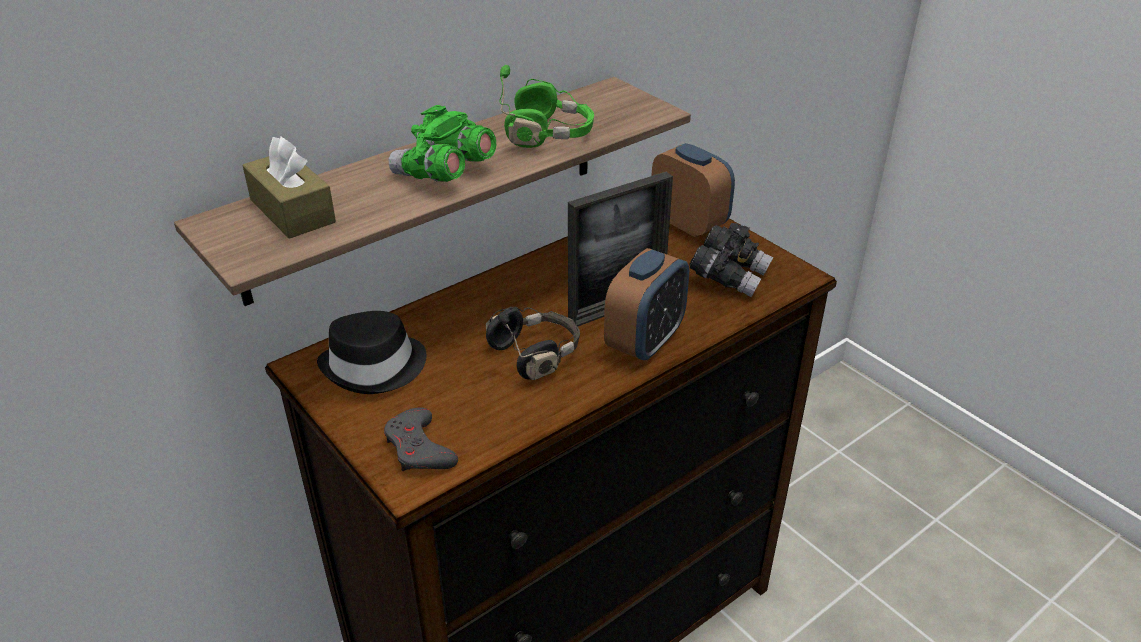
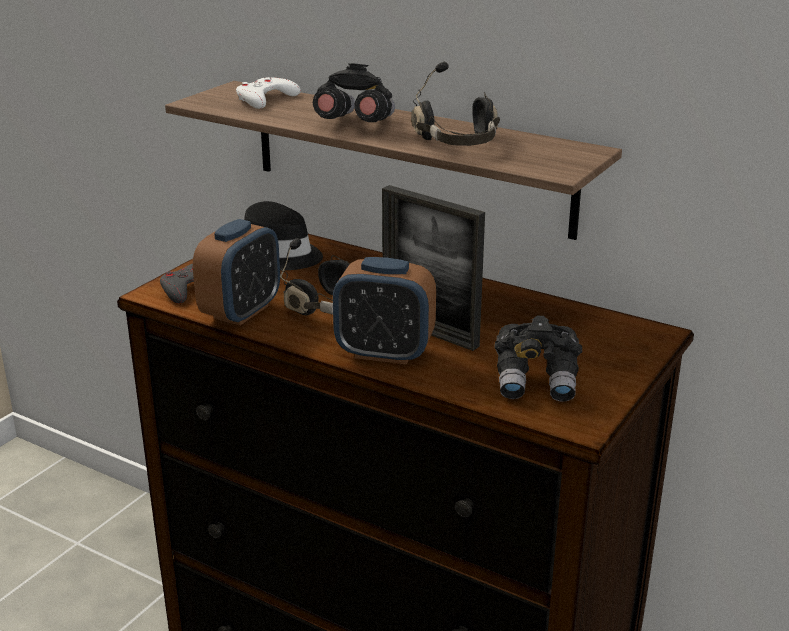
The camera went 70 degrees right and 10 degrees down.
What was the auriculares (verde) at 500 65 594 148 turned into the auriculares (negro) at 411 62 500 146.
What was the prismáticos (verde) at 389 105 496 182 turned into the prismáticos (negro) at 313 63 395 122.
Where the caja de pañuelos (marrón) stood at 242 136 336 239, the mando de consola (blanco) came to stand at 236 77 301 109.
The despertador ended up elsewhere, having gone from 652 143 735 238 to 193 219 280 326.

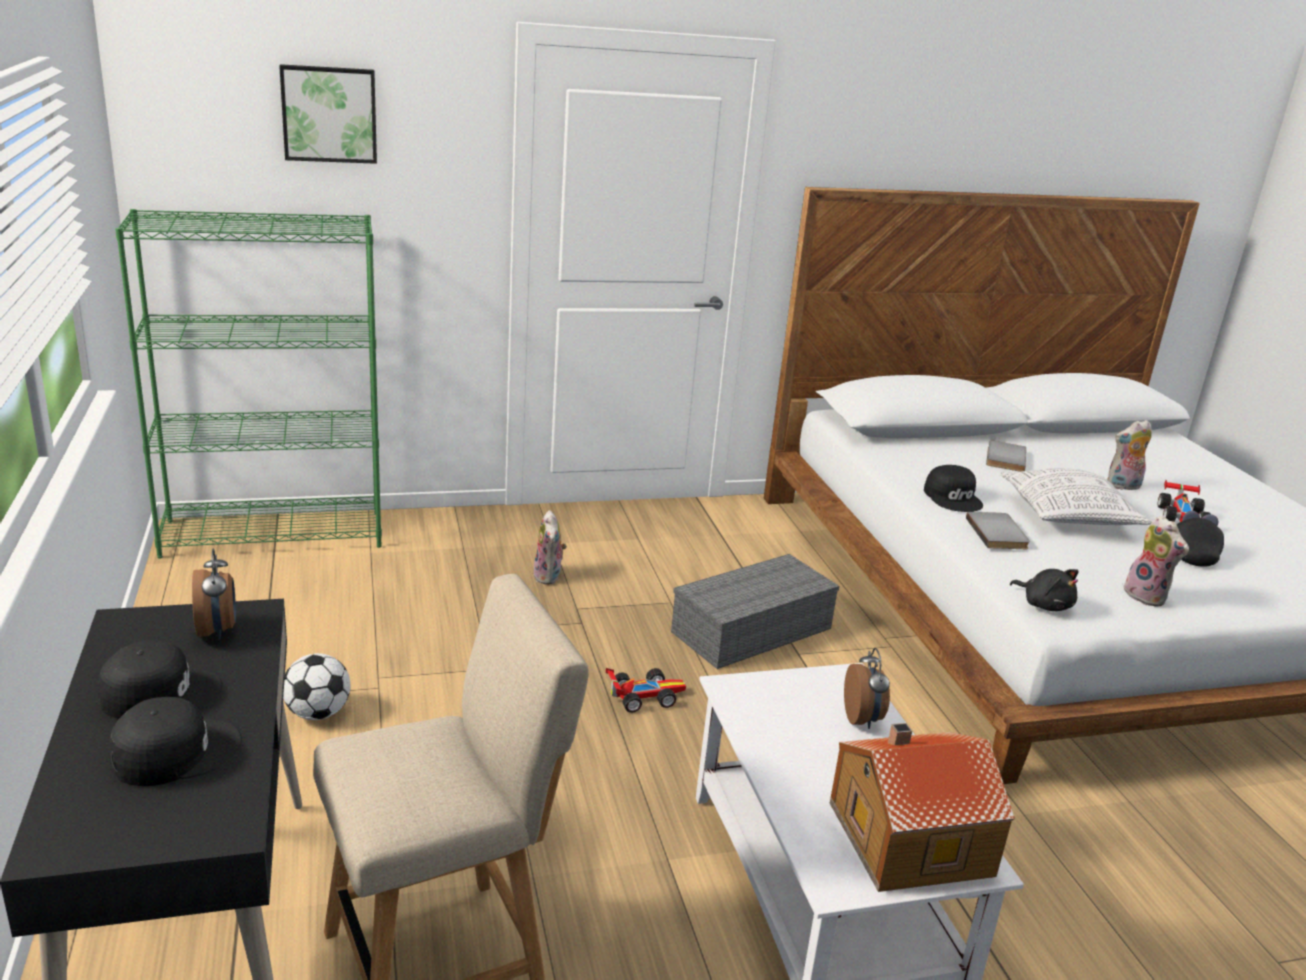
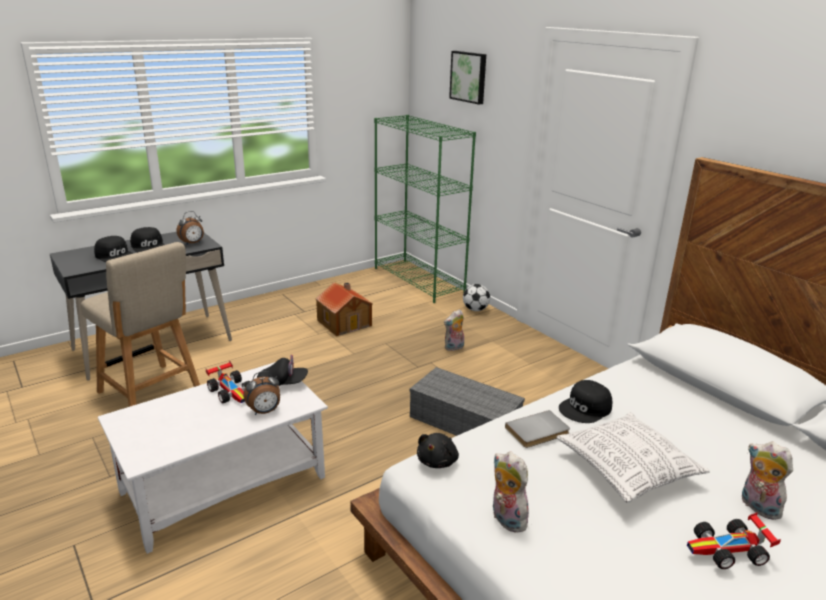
The camera went 70 degrees right and 0 degrees up.
The second view lost the libro (gris) at 986 440 1026 472.
The gorra (negro) ended up elsewhere, having gone from 1177 511 1224 567 to 257 355 308 386.
The peluche at 1124 515 1189 607 ended up facing another way, 105 degrees clockwise from before.
The balón de fútbol ended up elsewhere, having gone from 283 653 350 720 to 463 284 490 311.
The coche de juguete ended up elsewhere, having gone from 606 668 686 713 to 206 361 250 403.
The casita ended up elsewhere, having gone from 830 723 1015 892 to 316 282 373 336.

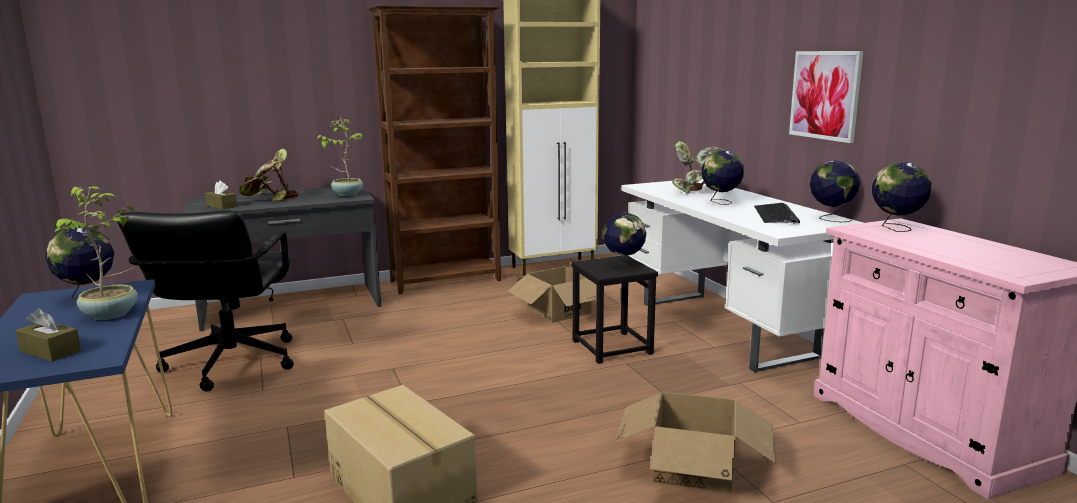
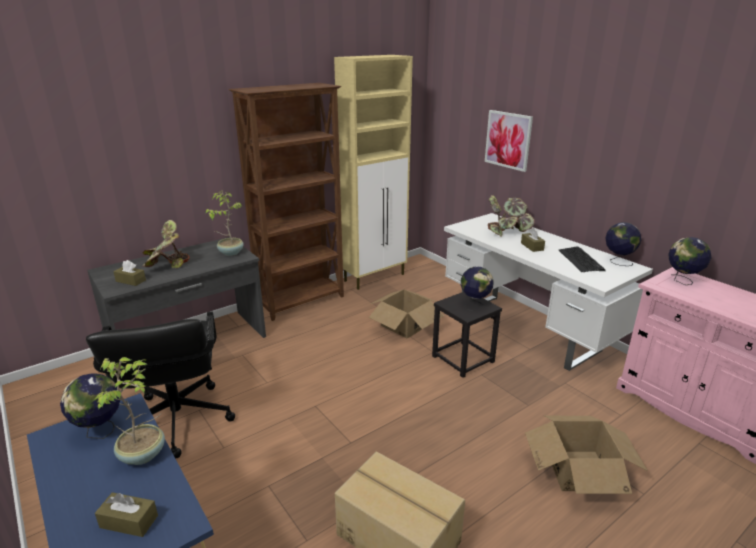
The camera went 15 degrees left and 10 degrees up.
The cuadro ended up elsewhere, having gone from 789 51 863 143 to 485 110 533 172.
Where the globo terráqueo stood at 702 150 744 205, the caja de pañuelos (marrón) came to stand at 521 228 545 252.

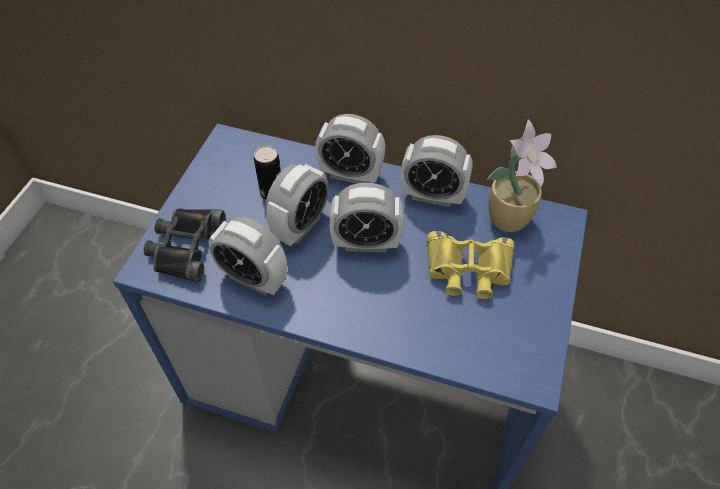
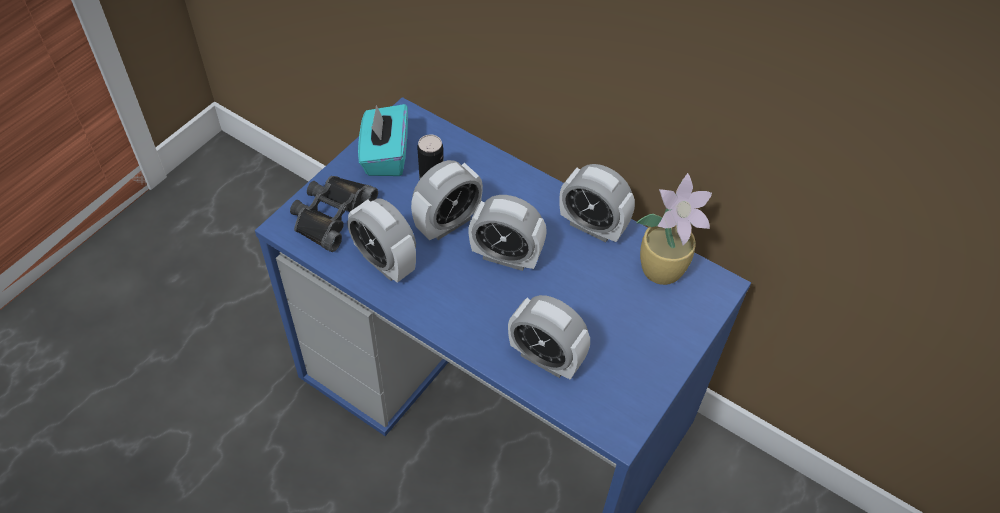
The camera went 15 degrees right and 0 degrees up.
The despertador ended up elsewhere, having gone from 315 114 385 183 to 508 295 590 380.
The second view lost the prismáticos (amarillo) at 427 231 514 299.
The second view gained the caja de pañuelos (turquesa) at 358 104 408 176.

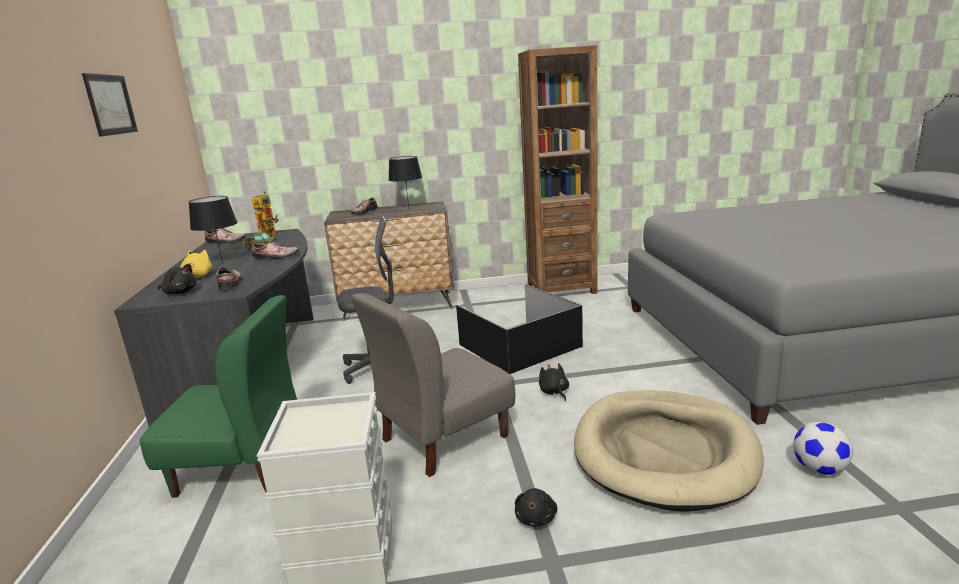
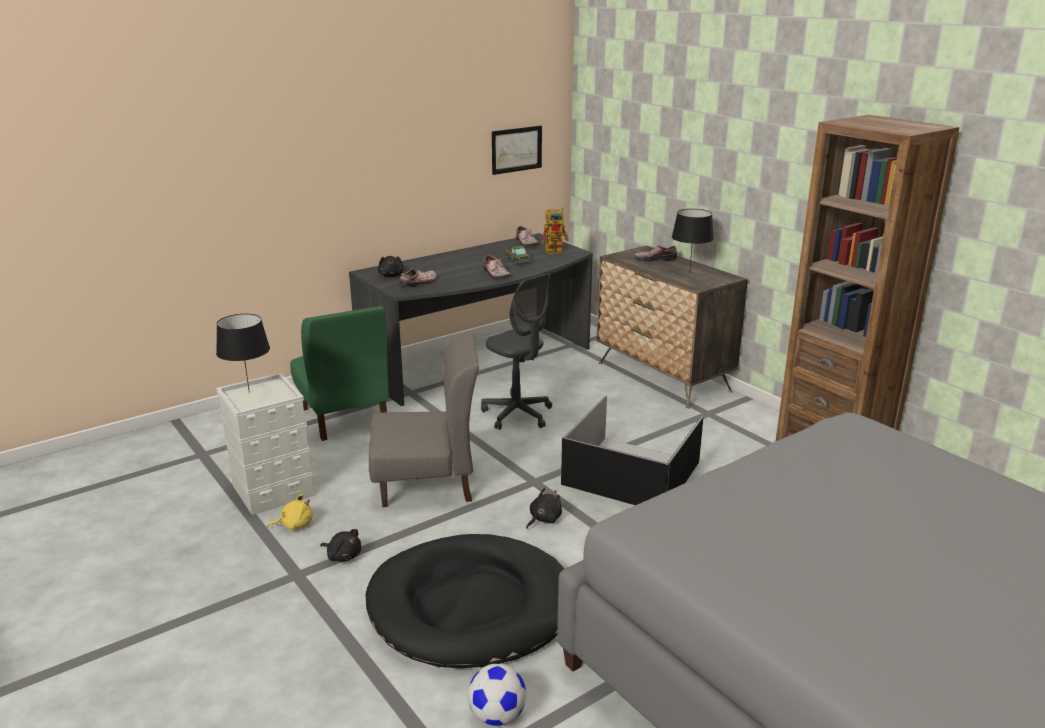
The camera went 60 degrees right and 5 degrees up.
The cuadro ended up elsewhere, having gone from 82 73 138 137 to 492 126 542 175.
The lámpara de mesa (negro) ended up elsewhere, having gone from 189 196 237 264 to 216 314 270 393.
The peluche (amarillo) ended up elsewhere, having gone from 180 250 212 278 to 267 494 313 530.
The silla (gris) at 351 293 515 477 ended up facing another way, 150 degrees clockwise from before.
What was the cama para perro (beis) at 574 390 764 512 turned into the cama para perro (negro) at 365 534 564 668.
The peluche (negro) at 515 488 557 526 ended up facing another way, 135 degrees counterclockwise from before.

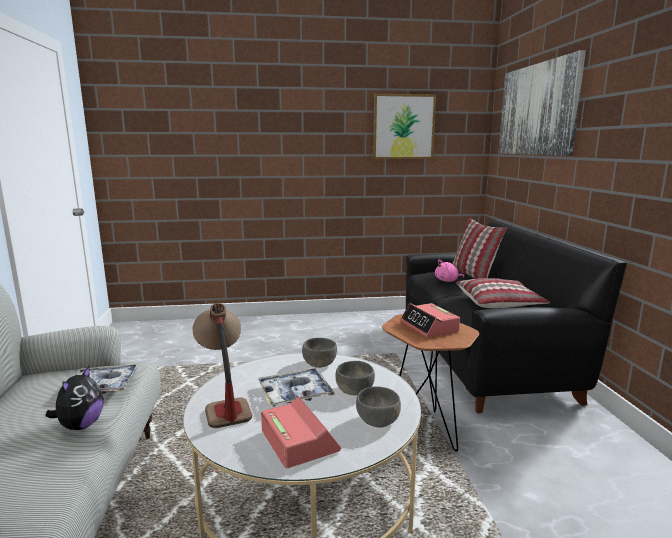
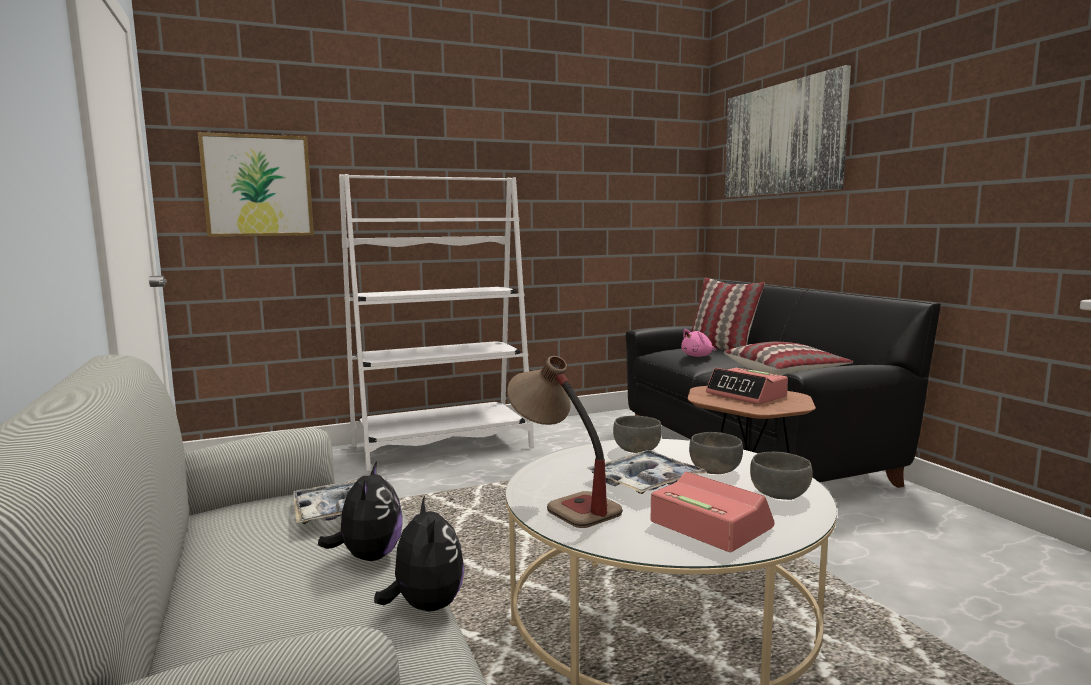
The camera went 15 degrees left and 5 degrees down.
The cuadro ended up elsewhere, having gone from 373 94 436 159 to 198 132 314 237.
The second view gained the estantería (blanco) at 339 174 534 472.
The second view gained the peluche at 374 496 464 611.

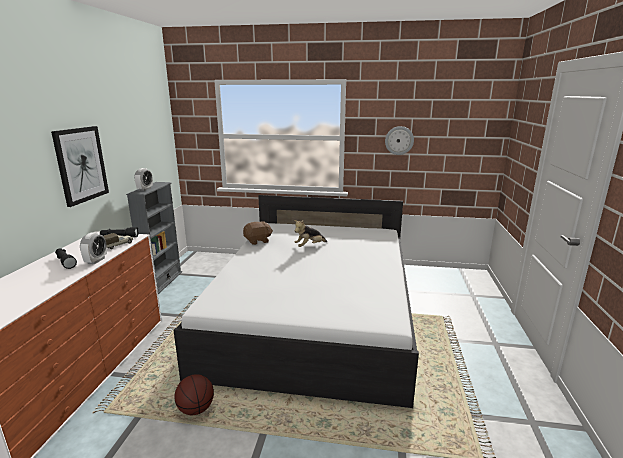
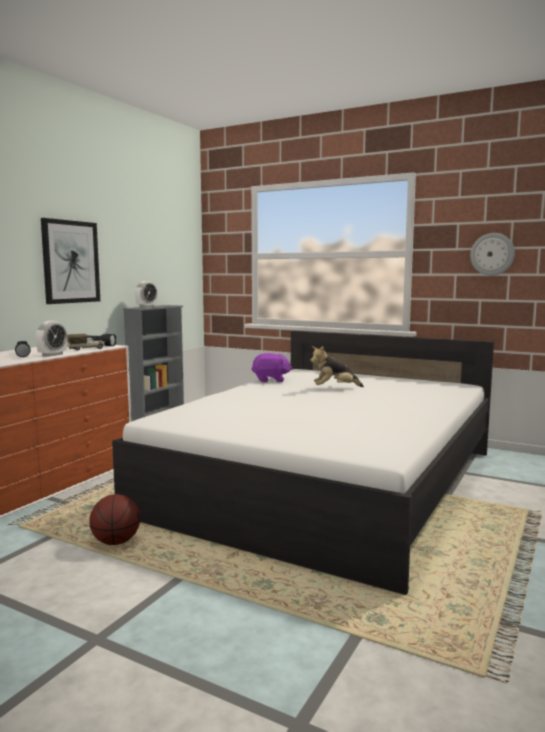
The camera went 20 degrees right and 10 degrees down.
What was the peluche (marrón) at 243 221 273 245 turned into the peluche (morado) at 251 353 292 382.

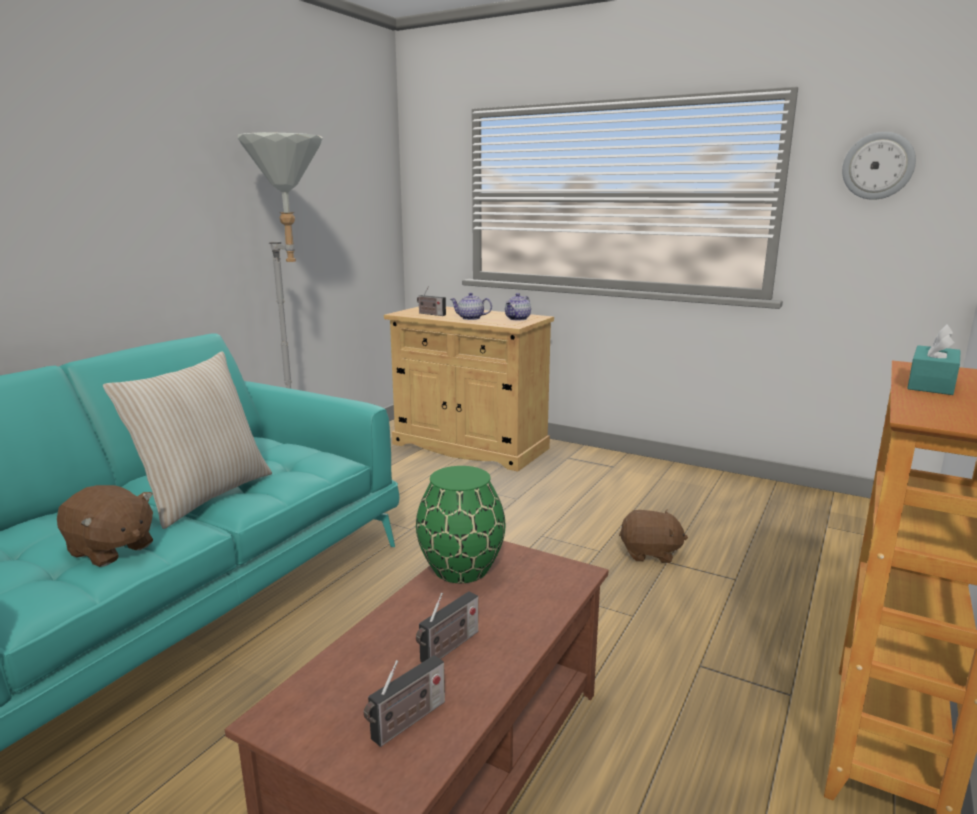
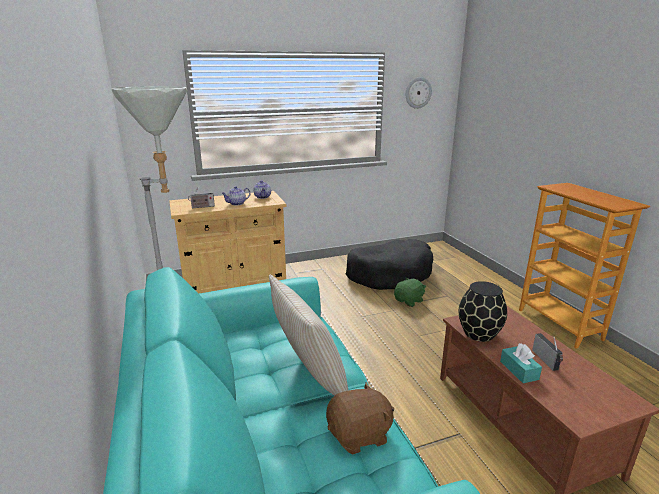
The camera went 50 degrees left and 5 degrees up.
The caja de pañuelos (turquesa) ended up elsewhere, having gone from 907 324 960 395 to 500 343 542 383.
What was the florero (verde) at 416 466 506 583 turned into the florero (negro) at 459 281 507 342.
What was the peluche (marrón) at 619 510 688 563 turned into the peluche (verde) at 394 278 426 307.
The second view lost the radio at 363 655 445 747.
The second view gained the cama para perro (negro) at 346 239 433 290.

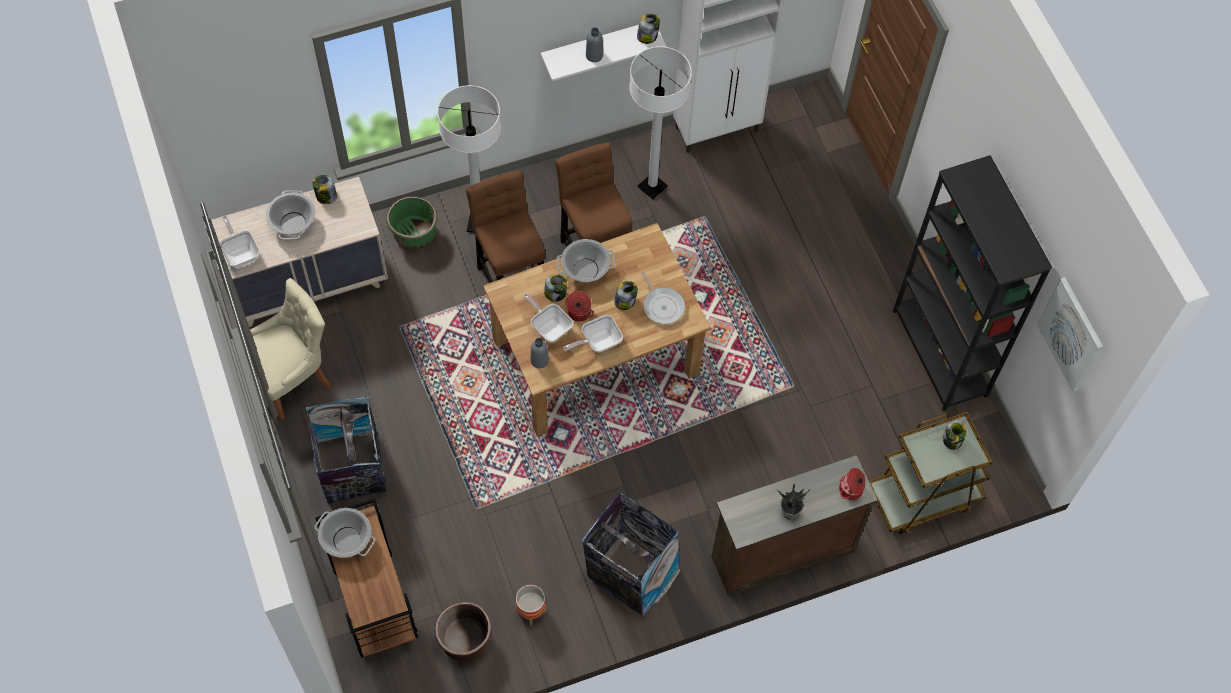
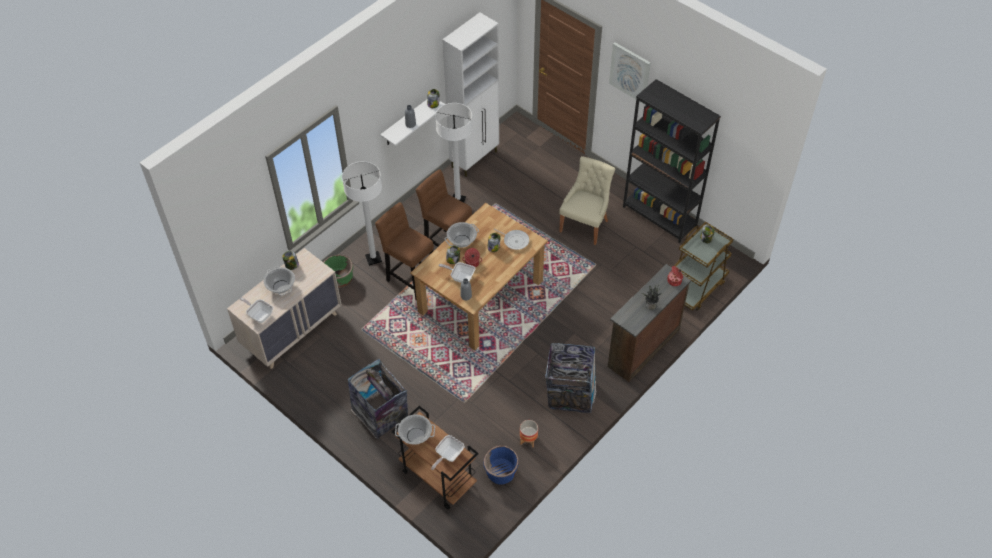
The camera went 25 degrees left and 10 degrees down.
The cuadro ended up elsewhere, having gone from 1037 277 1103 392 to 609 42 651 104.
The silla (beis) ended up elsewhere, having gone from 250 278 331 420 to 559 156 616 245.
The sartén ended up elsewhere, having gone from 563 315 623 353 to 431 435 464 470.
What was the maceta (marrón) at 435 602 491 661 turned into the maceta (azul) at 483 445 519 484.

